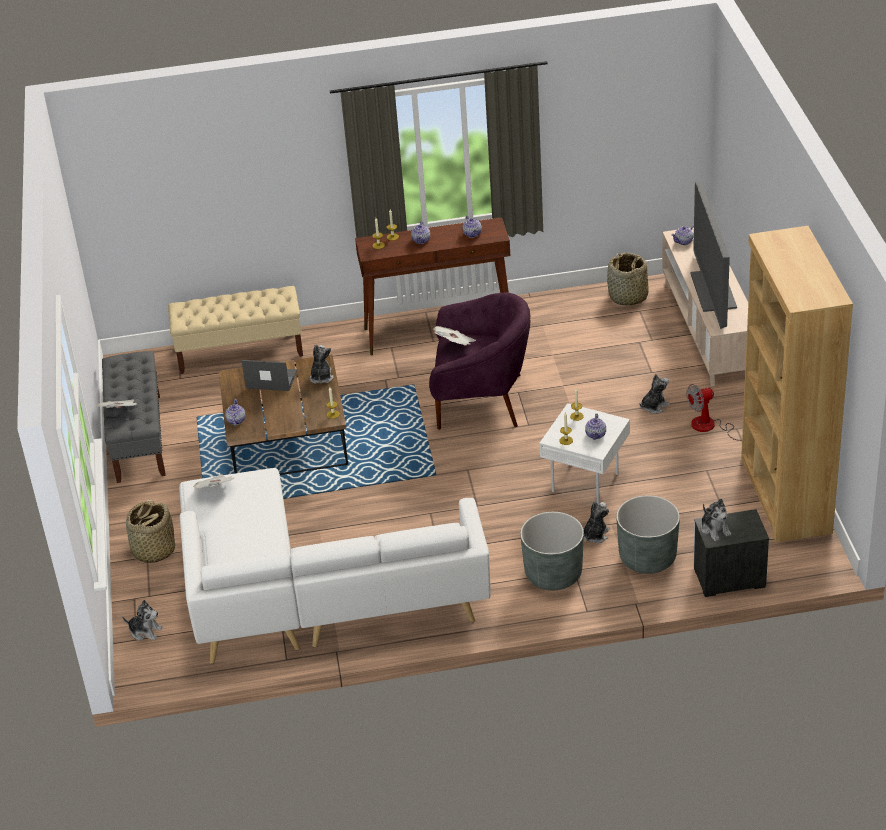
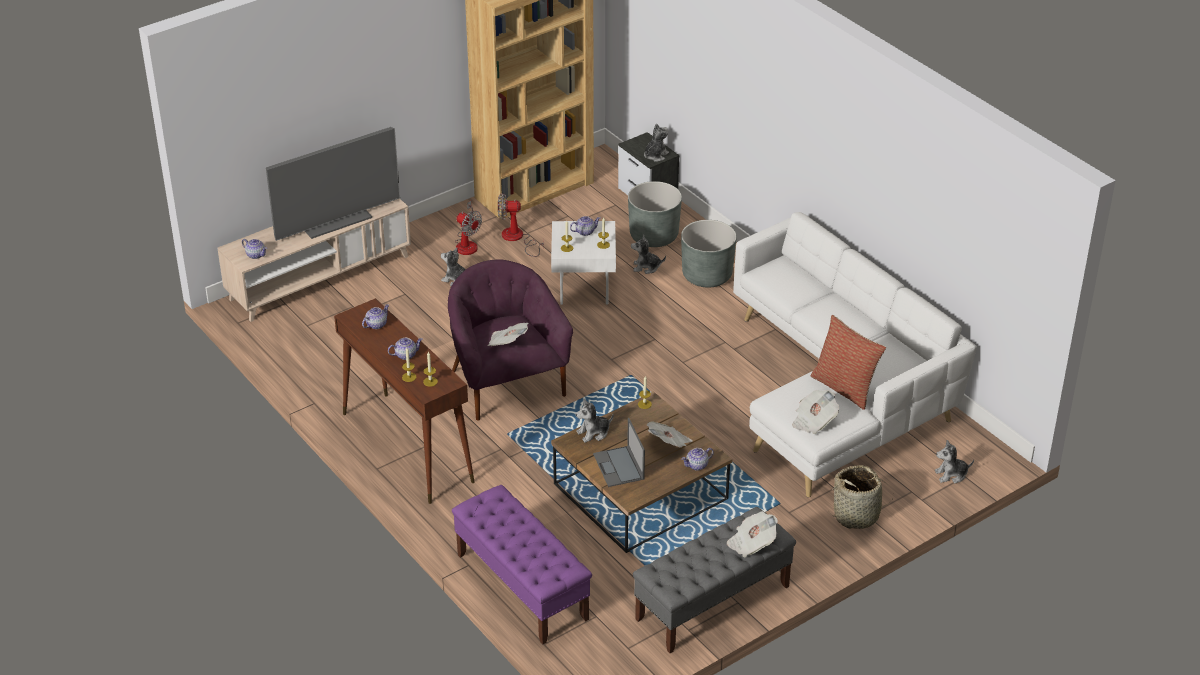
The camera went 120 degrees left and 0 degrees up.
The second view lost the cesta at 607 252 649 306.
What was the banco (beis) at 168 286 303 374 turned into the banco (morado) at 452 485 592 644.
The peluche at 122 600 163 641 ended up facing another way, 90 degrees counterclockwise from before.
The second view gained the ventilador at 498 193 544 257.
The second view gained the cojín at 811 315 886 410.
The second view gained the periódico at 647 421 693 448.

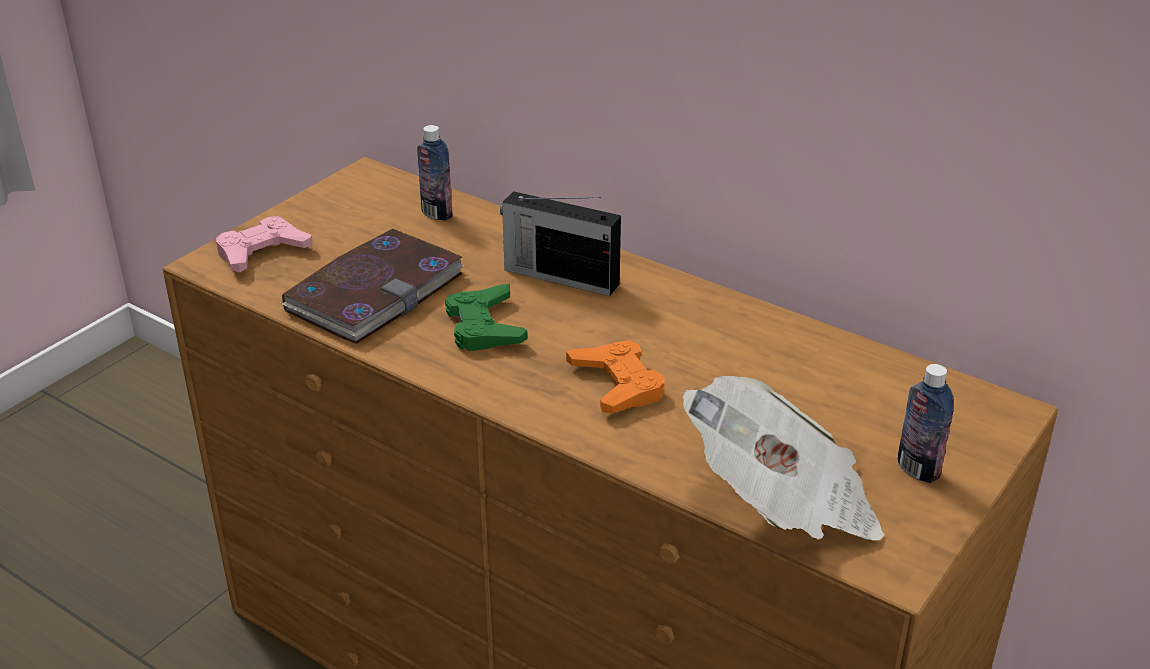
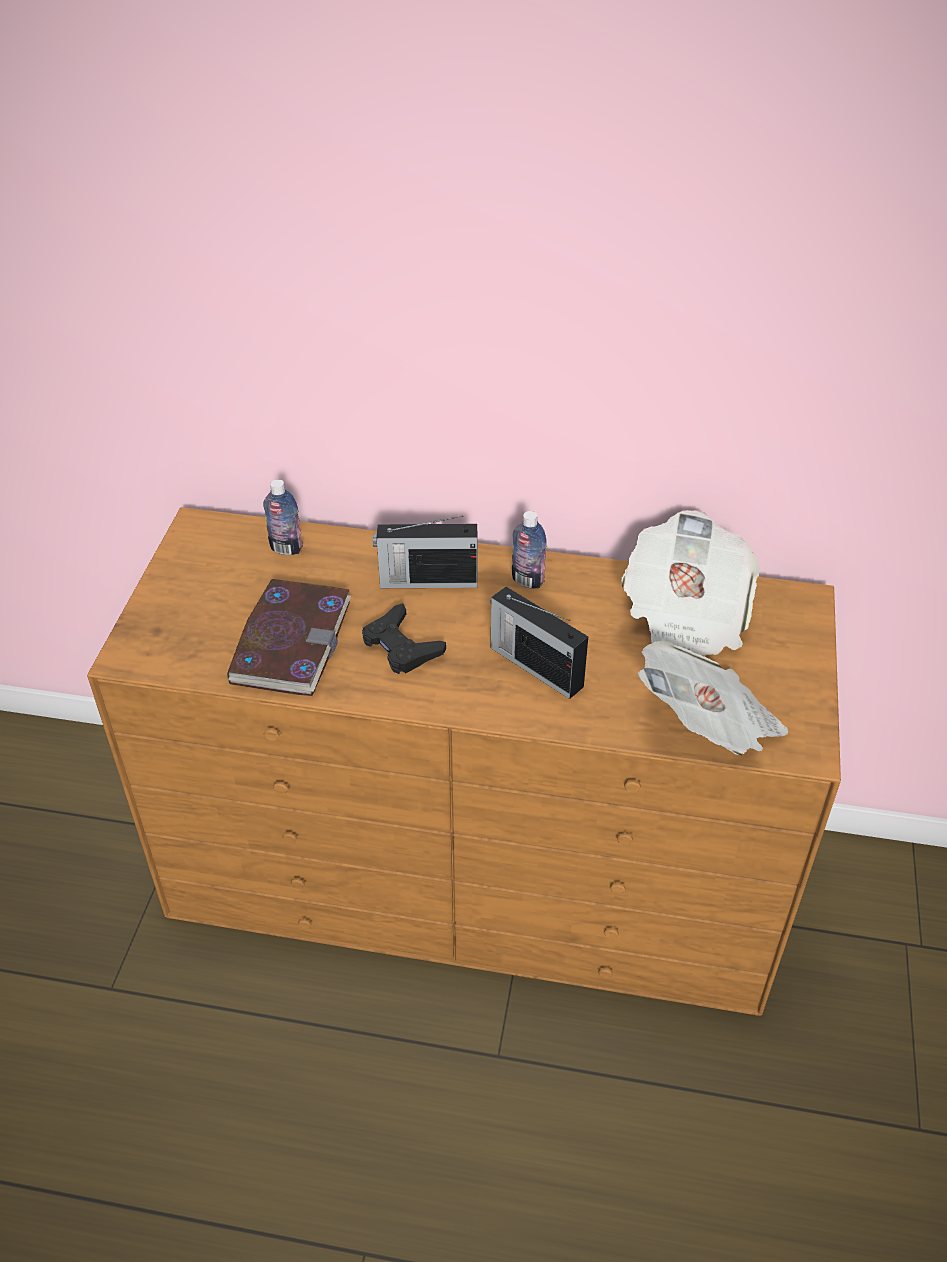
The camera went 25 degrees left and 10 degrees up.
The second view lost the mando de consola (rosa) at 216 216 312 272.
What was the mando de consola (verde) at 445 284 527 351 turned into the mando de consola (negro) at 362 603 446 674.
Where the mando de consola (naranja) stood at 566 340 665 413, the radio came to stand at 490 587 588 699.
The botella ended up elsewhere, having gone from 898 364 954 483 to 512 511 547 589.
The second view gained the periódico at 622 510 760 656.

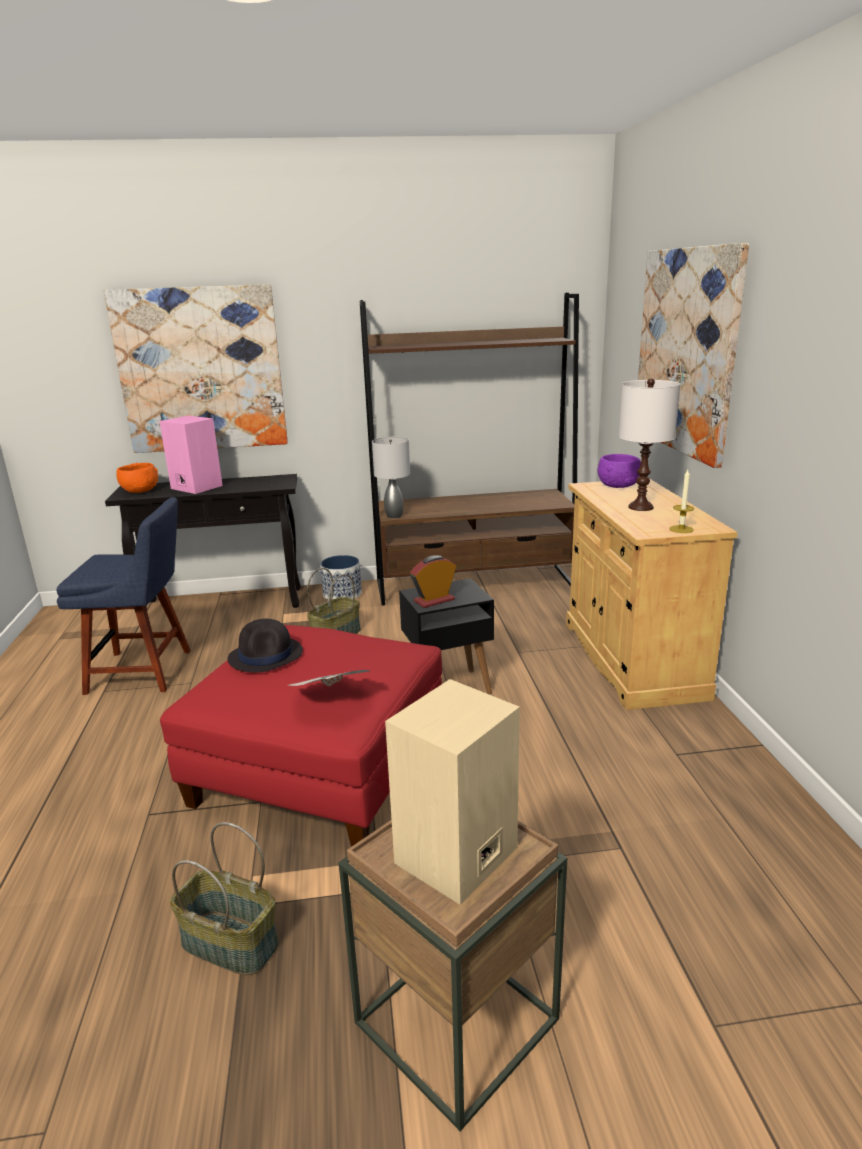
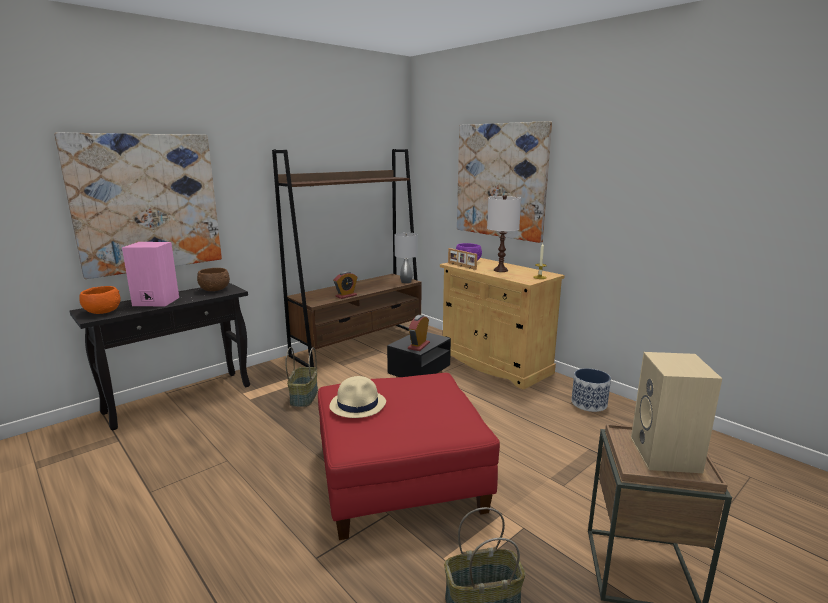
The camera went 35 degrees left and 5 degrees down.
The lámpara de mesa (gris) ended up elsewhere, having gone from 372 437 410 518 to 395 233 418 283.
The second view lost the silla (azul) at 57 497 191 695.
The maceta ended up elsewhere, having gone from 320 555 362 600 to 571 368 611 412.
What was the sombrero (negro) at 228 619 303 672 turned into the sombrero (beis) at 329 376 386 418.
The second view lost the periódico at 288 670 370 686.
The second view gained the portarretratos at 448 248 477 270.
The second view gained the cuenco (marrón) at 197 268 230 291.
The second view gained the despertador at 333 272 358 299.

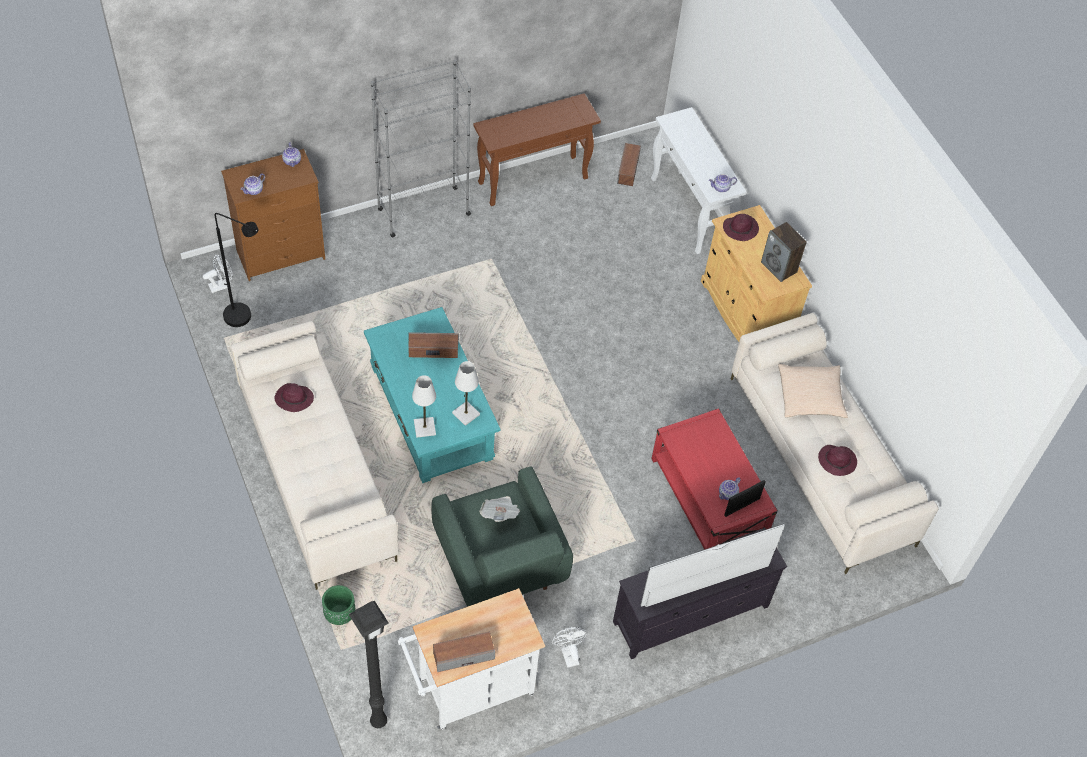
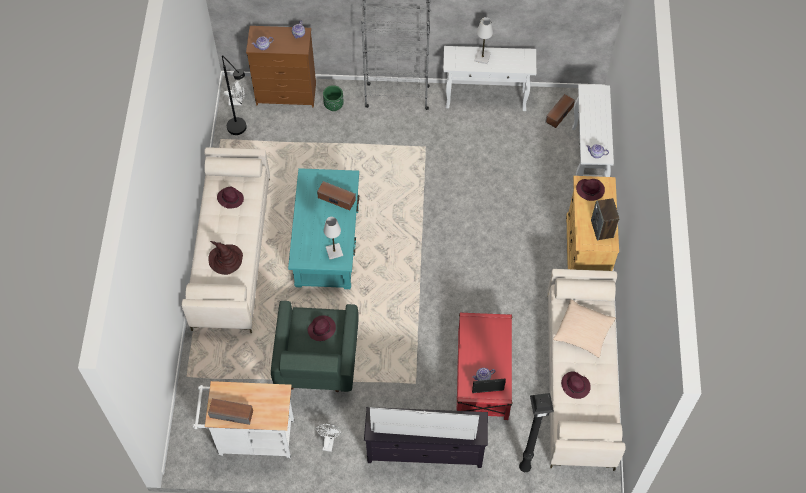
The camera went 30 degrees right and 5 degrees up.
What was the mesa consola (marrón) at 473 93 601 206 turned into the mesa consola (blanco) at 443 46 536 111.
The lámpara de mesa (blanco) ended up elsewhere, having gone from 412 375 436 438 to 475 17 493 64.
Where the periódico stood at 479 496 520 522, the sombrero (morado) came to stand at 307 315 336 341.
The maceta (verde) ended up elsewhere, having gone from 322 585 355 625 to 323 85 344 111.
The lámpara de pie (negro) ended up elsewhere, having gone from 349 601 389 728 to 519 393 554 472.
The second view gained the sombrero (marrón) at 208 241 243 275.

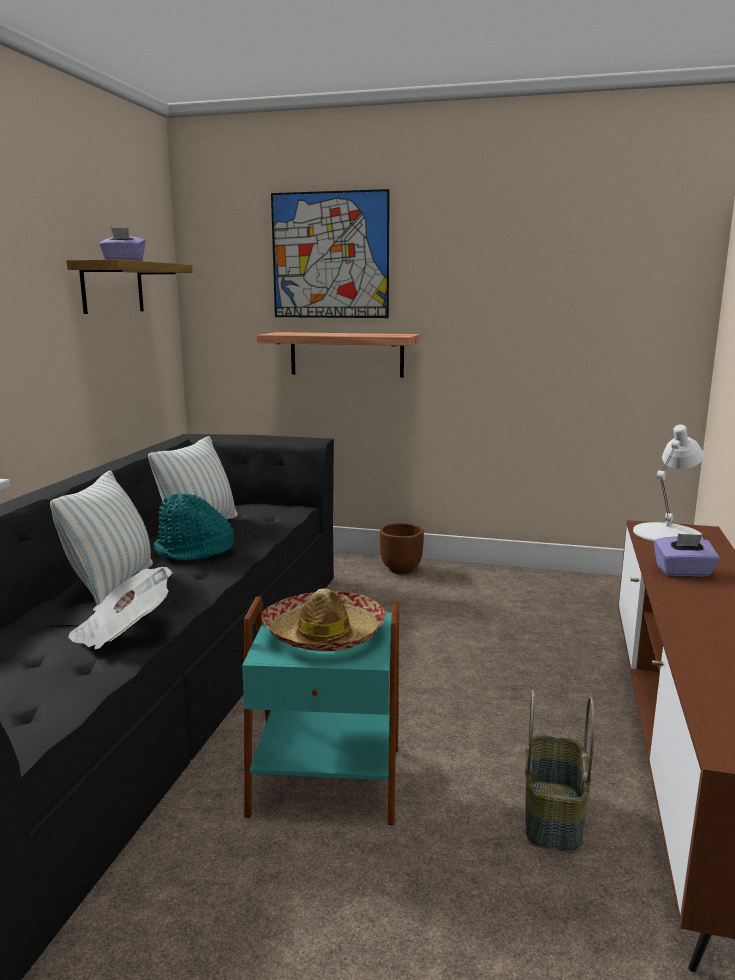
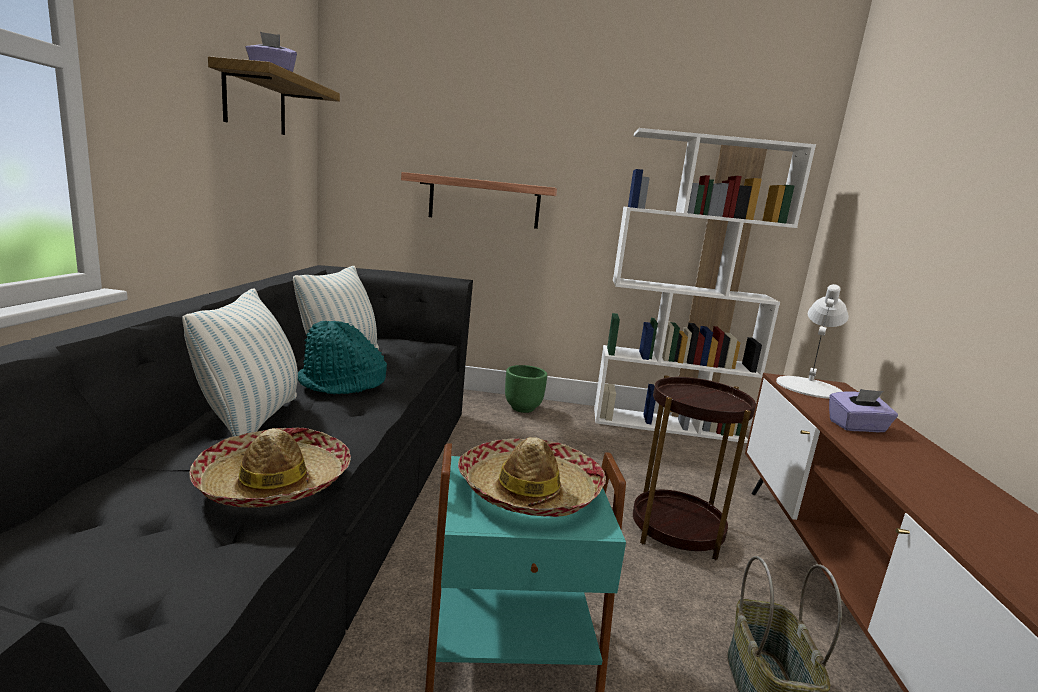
The camera went 10 degrees left and 0 degrees up.
The second view lost the cuadro at 271 189 390 318.
What was the maceta (marrón) at 380 523 424 574 turned into the maceta (verde) at 505 365 547 413.
Where the periódico stood at 68 567 172 649, the sombrero came to stand at 189 428 351 508.
The second view gained the estantería (blanco) at 594 128 816 443.
The second view gained the mesa auxiliar (marrón) at 633 375 756 560.

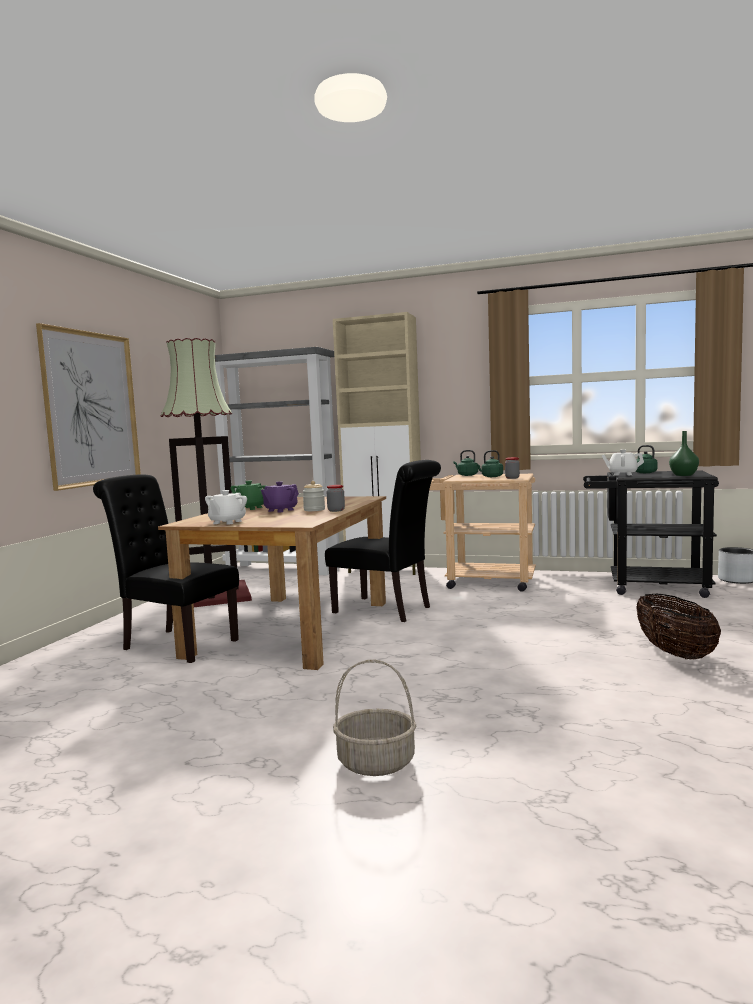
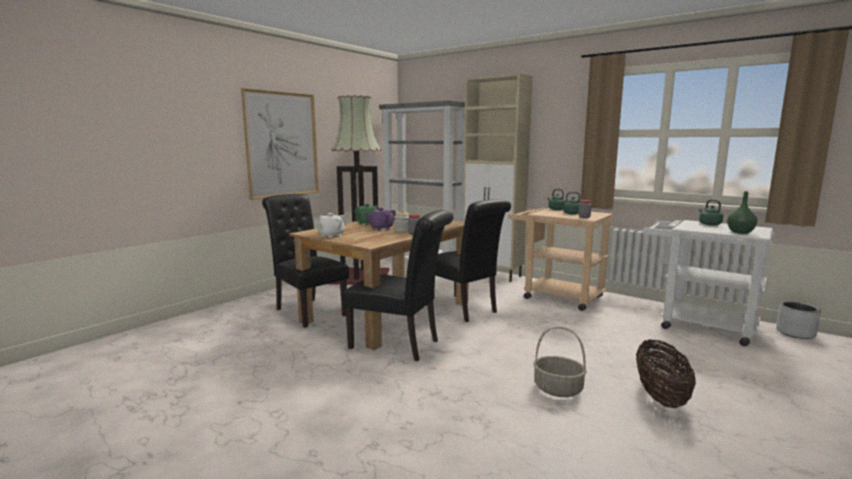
The camera went 20 degrees right and 5 degrees up.
The second view lost the tetera (blanco) at 602 449 644 476.
What was the carrito (negro) at 583 471 719 598 turned into the carrito (blanco) at 642 220 775 346.
The cesta ended up elsewhere, having gone from 333 660 416 776 to 533 327 587 397.
The second view gained the silla (negro) at 342 210 453 361.

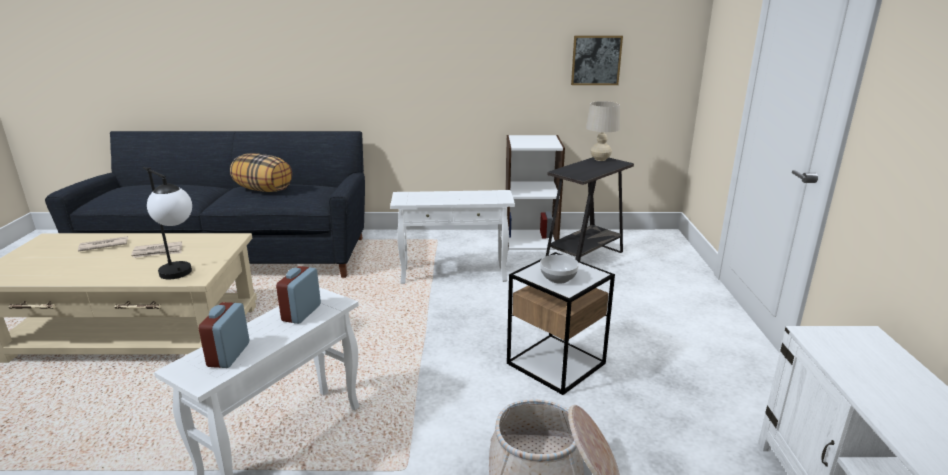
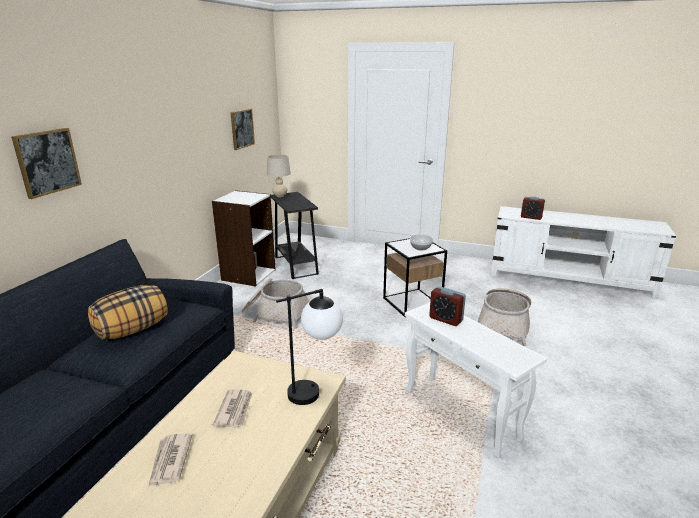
The camera went 70 degrees left and 0 degrees up.
Where the mesa auxiliar (blanco) stood at 390 190 515 284, the cesta came to stand at 242 278 310 329.
The despertador ended up elsewhere, having gone from 199 302 249 368 to 521 196 545 220.
The second view gained the cuadro at 11 128 82 199.

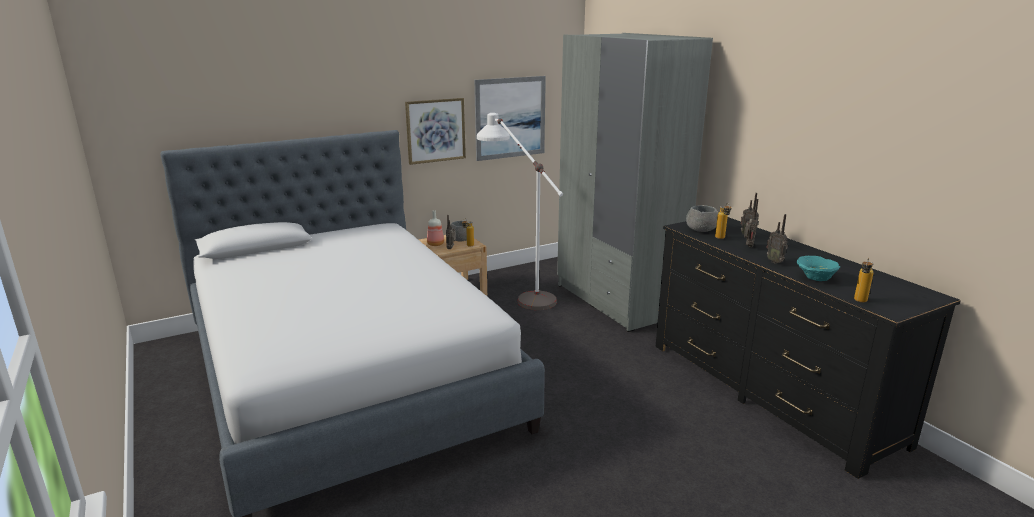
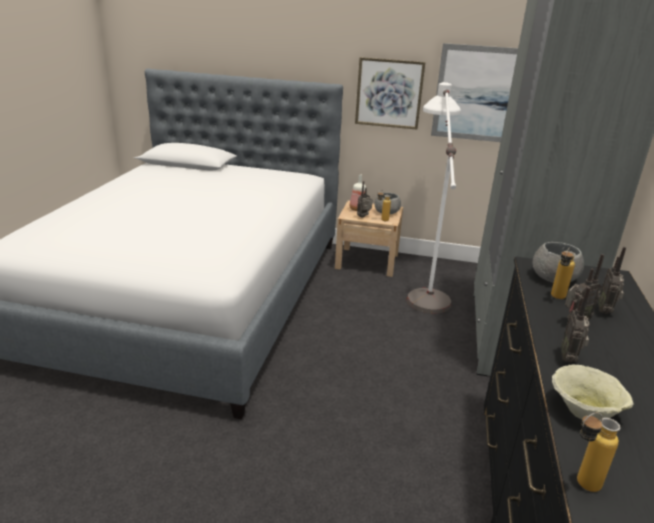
The camera went 40 degrees right and 5 degrees up.
What was the cuenco (turquesa) at 797 256 840 281 turned into the cuenco (beis) at 552 365 633 420.

